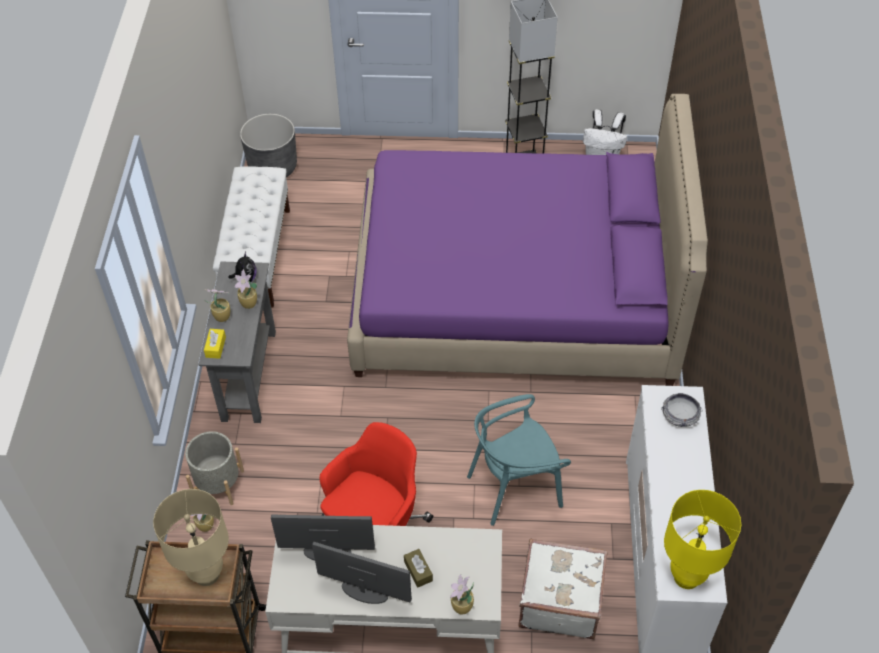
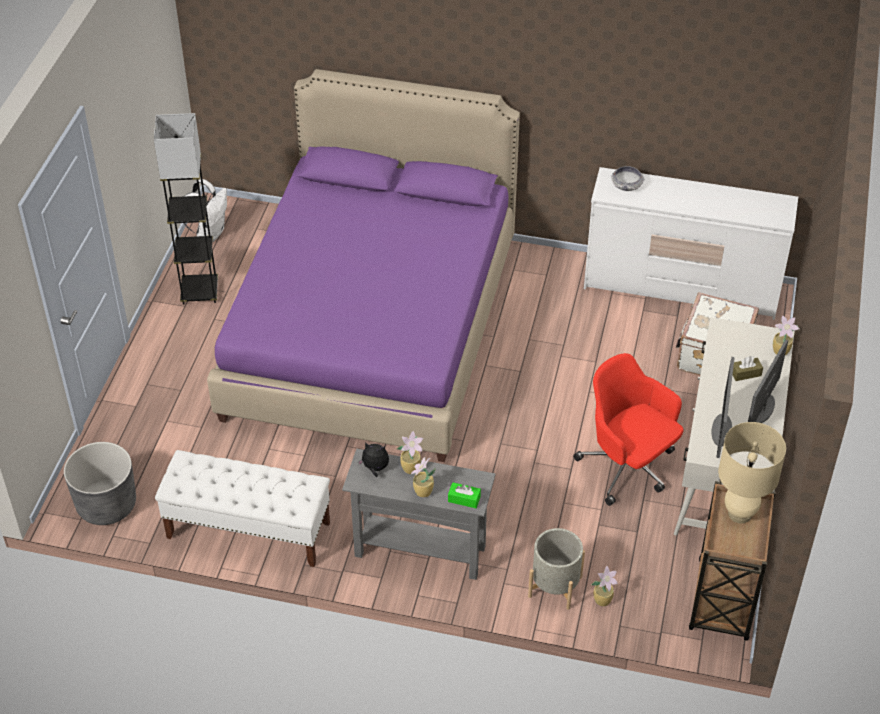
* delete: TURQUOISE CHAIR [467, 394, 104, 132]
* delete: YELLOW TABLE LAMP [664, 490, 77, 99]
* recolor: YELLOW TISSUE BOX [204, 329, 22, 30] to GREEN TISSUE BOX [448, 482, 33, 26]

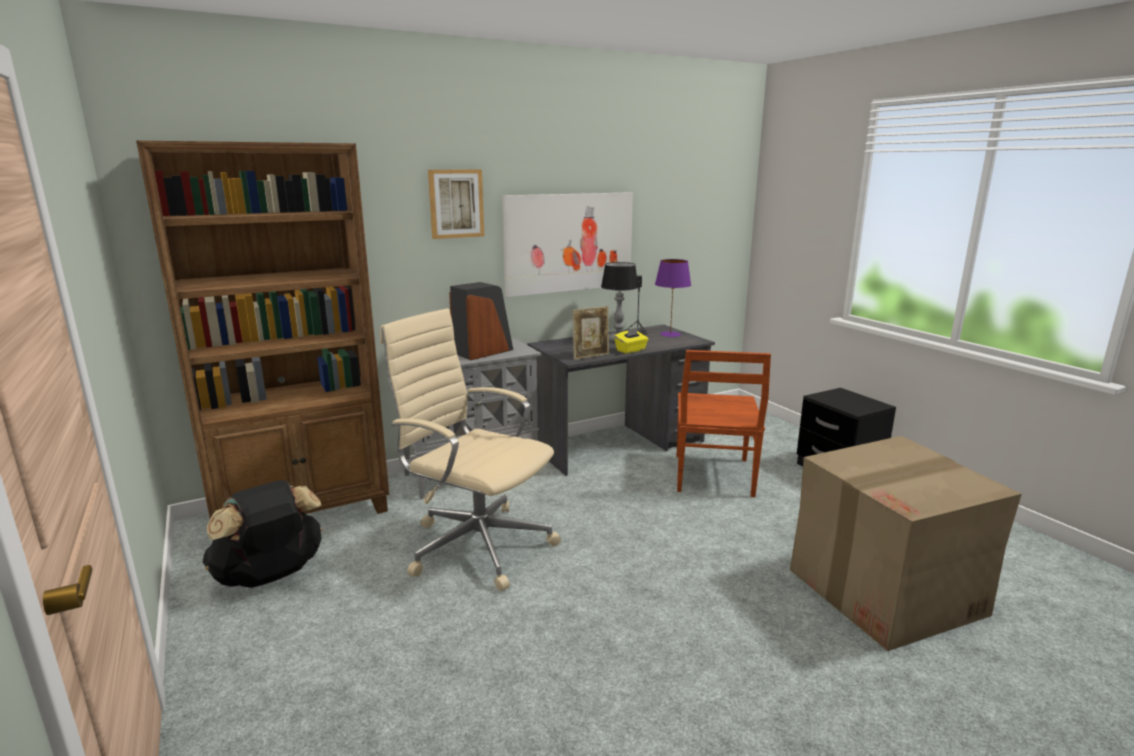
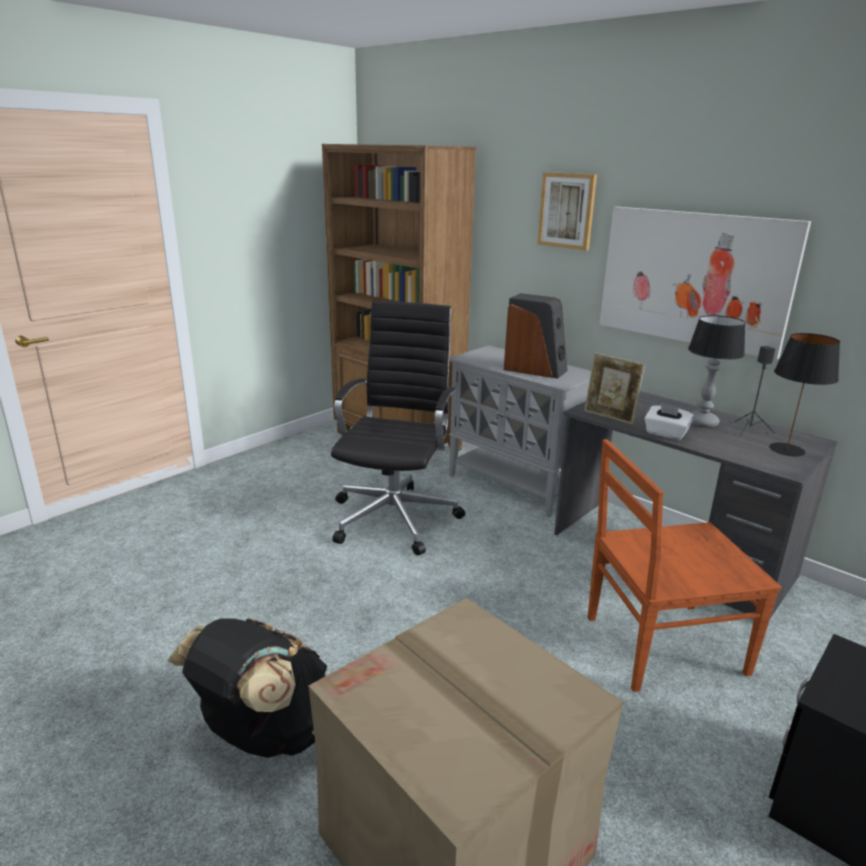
* move: BLACK BACKPACK [203, 480, 120, 108] to [167, 618, 160, 140]
* recolor: BEIGE OFFICE CHAIR [380, 308, 181, 283] to BLACK OFFICE CHAIR [331, 301, 134, 254]
* recolor: YELLOW TISSUE BOX [614, 327, 34, 27] to WHITE TISSUE BOX [644, 403, 50, 37]
* recolor: PURPLE TABLE LAMP [655, 259, 36, 78] to BLACK TABLE LAMP [769, 333, 71, 123]

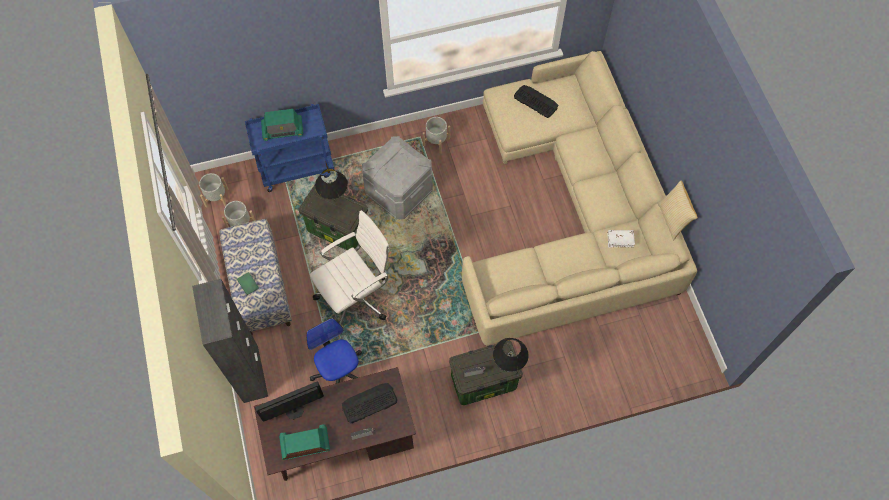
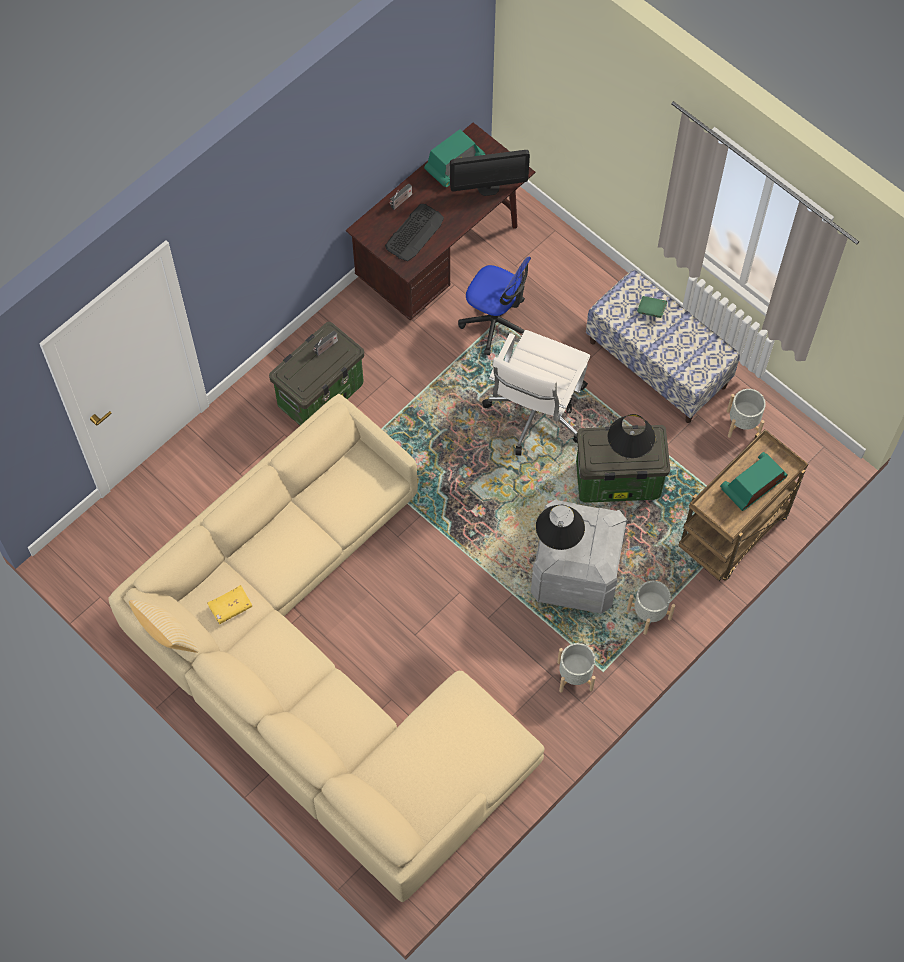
* delete: BLACK CABINET [192, 279, 76, 124]
* delete: KEYBOARD [514, 85, 44, 33]
* move: GREY PLANTER [199, 173, 30, 35] to [627, 580, 48, 55]
* move: BLACK TABLE LAMP [493, 338, 36, 34] to [536, 505, 49, 45]
* recolor: BLUE CART [245, 104, 89, 88] to BROWN CART [678, 429, 130, 152]
* recolor: WHITE BOOK [607, 230, 28, 17] to YELLOW BOOK [207, 585, 45, 39]
* rotate: MONITOR [255, 382, 69, 39] = [450, 150, 80, 46] 45 degrees clockwise

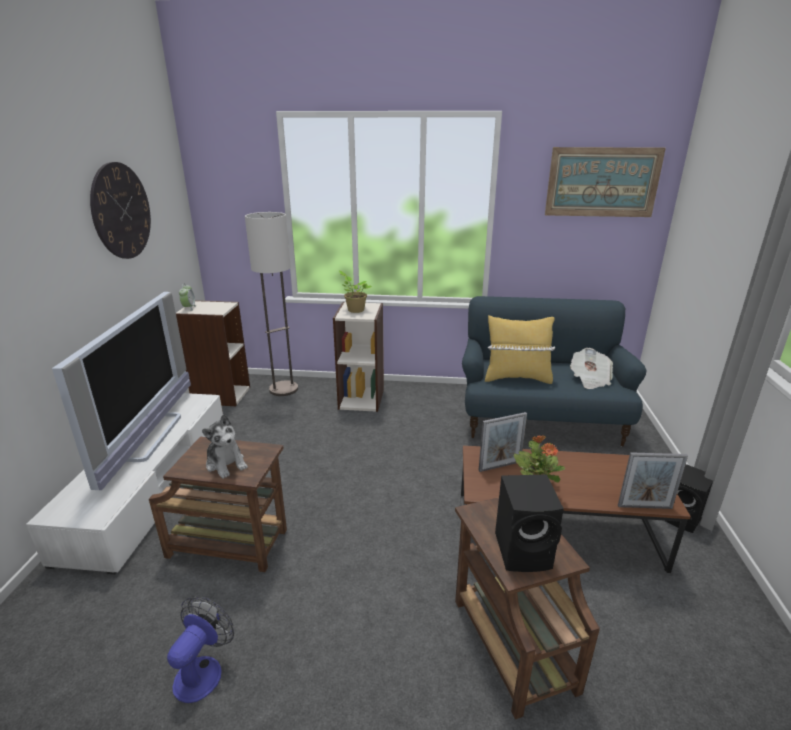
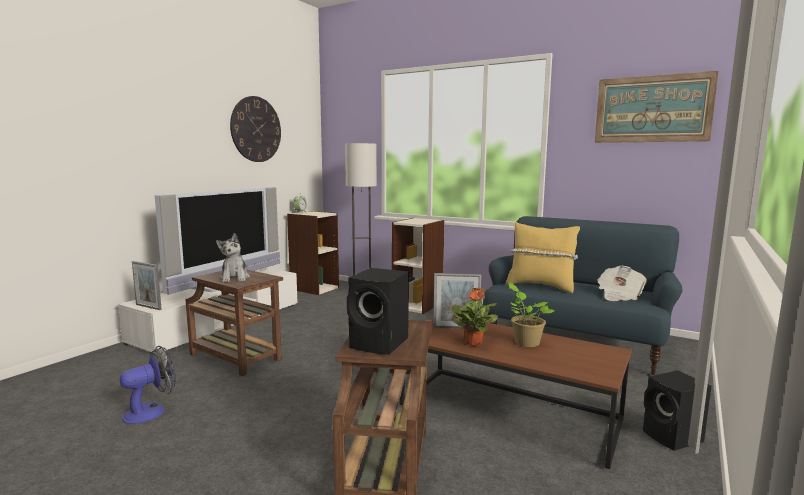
* move: POTTED PLANT [339, 270, 33, 43] to [508, 282, 46, 65]
* move: PICTURE FRAME [618, 452, 70, 57] to [132, 261, 30, 49]

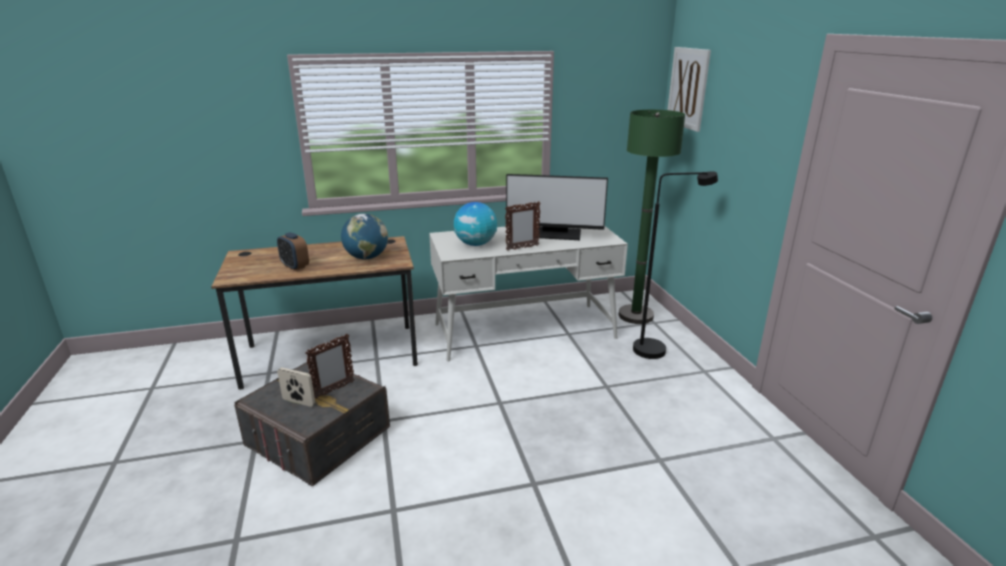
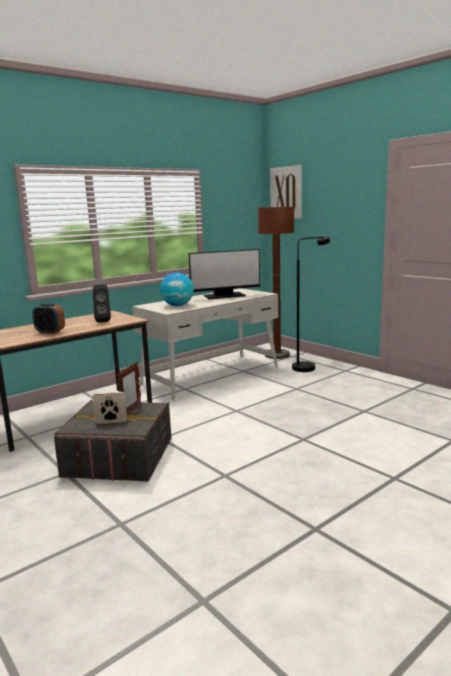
* delete: PICTURE FRAME [505, 201, 36, 50]
* replace: GLOBE [341, 214, 47, 45] to BLACK SPEAKER [93, 284, 18, 38]
* recolor: GREEN FLOOR LAMP [618, 110, 67, 214] to BROWN FLOOR LAMP [258, 207, 36, 152]

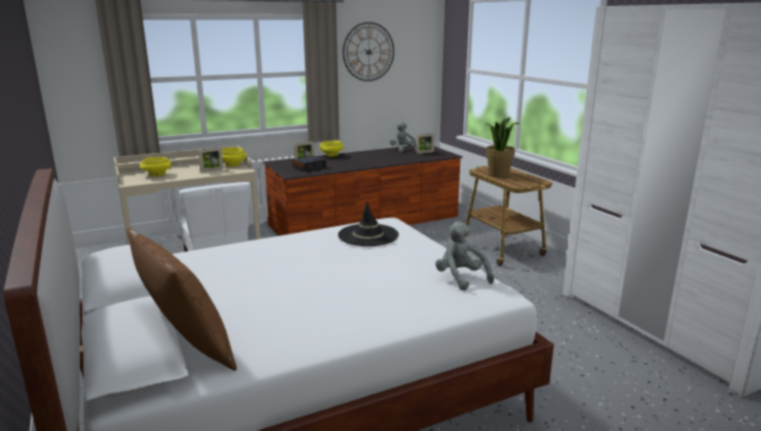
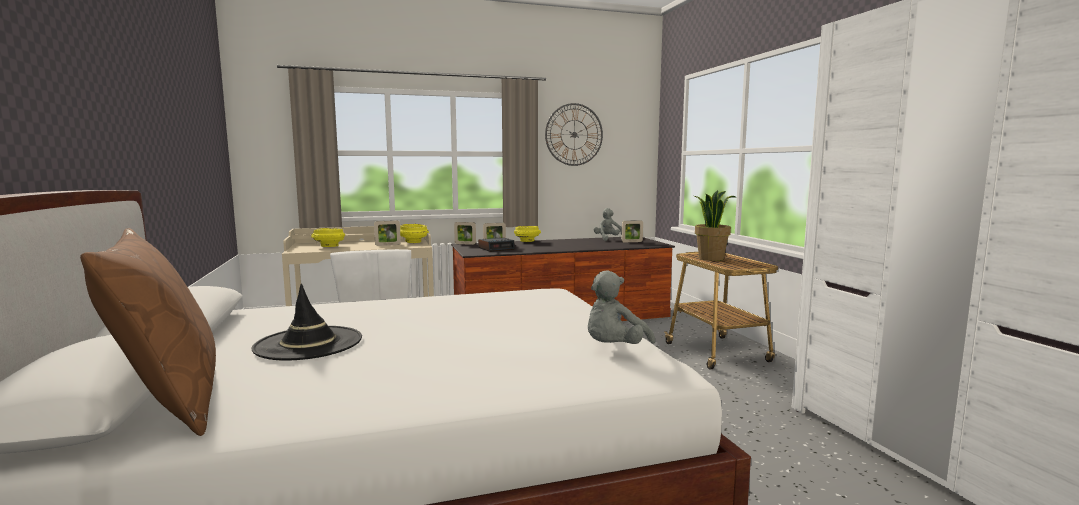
* insert: PICTURE FRAME [454, 222, 22, 23]
* move: BLACK HAT [338, 201, 61, 45] to [252, 284, 110, 77]
* rotate: GREY PLUSH TOY [435, 222, 59, 69] = [588, 270, 67, 74] 120 degrees counterclockwise

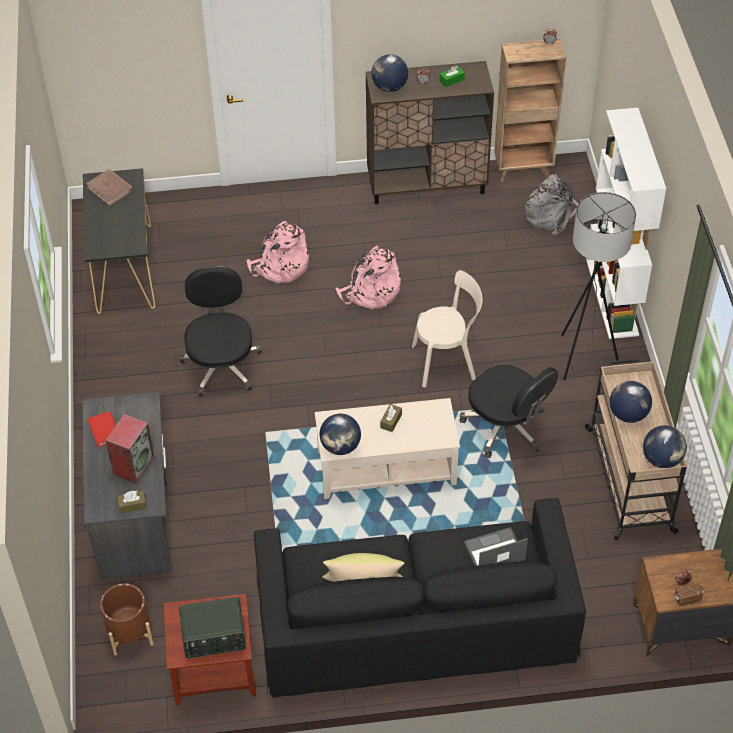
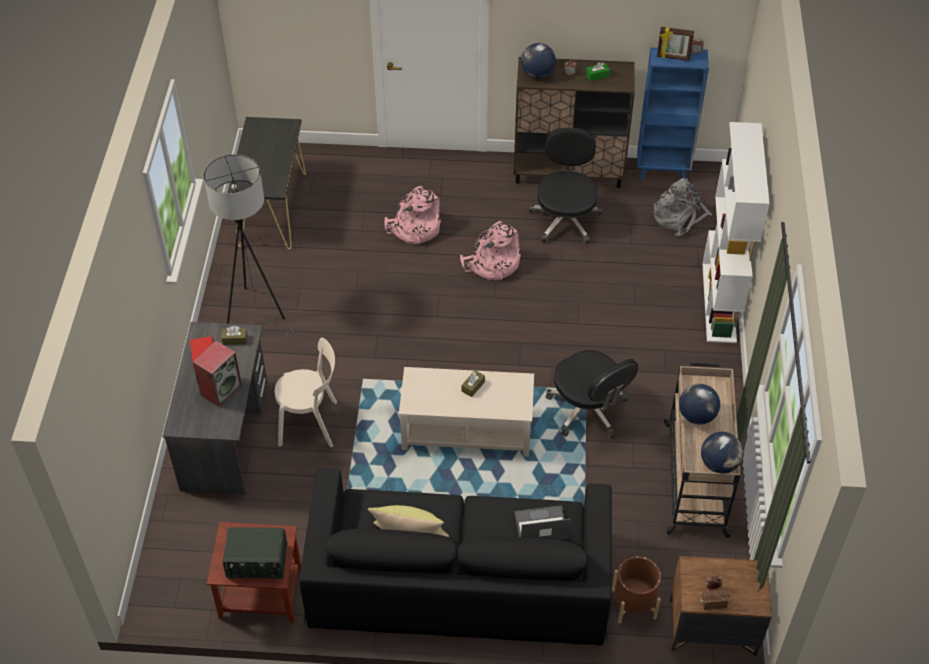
* delete: BROWN BOOK [86, 169, 47, 37]
* delete: GLOBE [320, 414, 41, 41]
* insert: PICTURE FRAME [657, 27, 37, 34]
* move: BROWN PLANTER [100, 583, 54, 73] to [612, 556, 49, 67]
* move: BROWN TISSUE BOX [117, 491, 30, 22] to [222, 326, 25, 19]
* move: BLACK OFFICE CHAIR [180, 266, 82, 130] to [529, 128, 73, 116]
* move: BEIGE CHAIR [412, 270, 70, 118] to [275, 338, 62, 109]
* move: GREY FLOOR LAMP [561, 192, 75, 188] to [204, 154, 90, 183]
* recolor: BROWN BOOKCASE [494, 39, 72, 143] to BLUE BOOKCASE [637, 47, 72, 133]

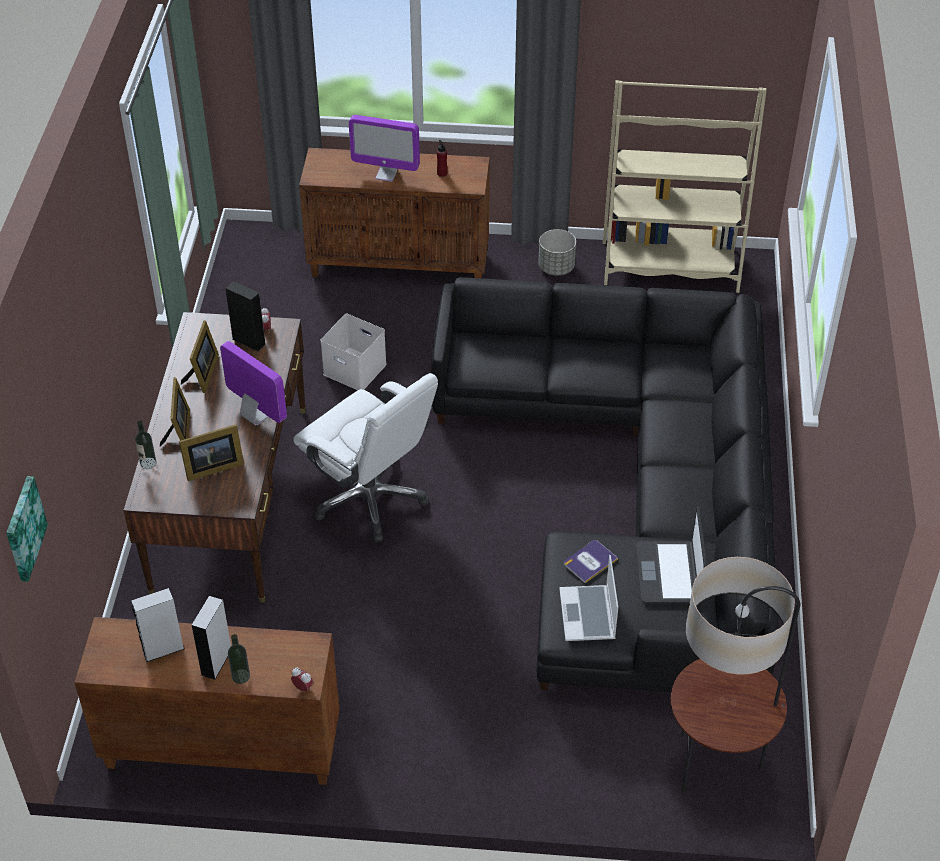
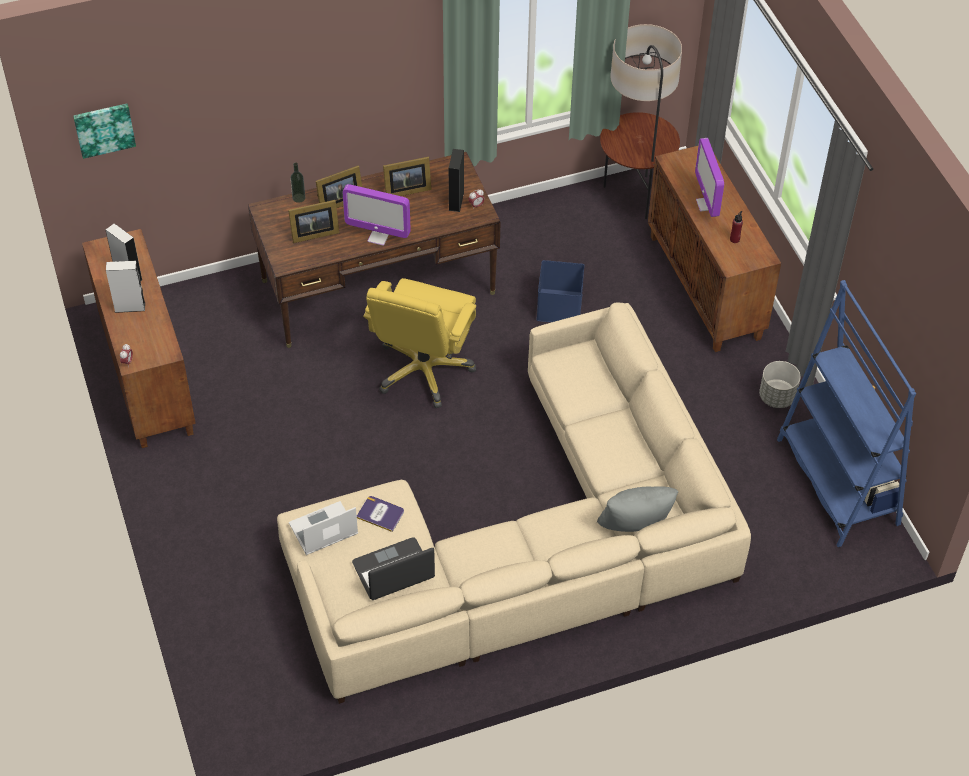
* delete: BOTTLE [228, 634, 22, 50]
* insert: GREY PILLOW [597, 486, 81, 46]
* move: FLOOR LAMP [671, 557, 129, 236] to [600, 24, 82, 195]
* recolor: WHITE OFFICE CHAIR [293, 373, 145, 169] to YELLOW OFFICE CHAIR [363, 278, 113, 130]
* recolor: WHITE STORAGE BOX [320, 314, 67, 76] to BLUE STORAGE BOX [537, 260, 47, 62]
* recolor: BLACK SOFA [431, 277, 348, 415] to BEIGE SOFA [277, 302, 474, 402]
* recolor: BEIGE BOOKCASE [603, 80, 164, 213] to BLUE BOOKCASE [777, 280, 139, 267]
* rotate: PICTURE FRAME [179, 424, 65, 57] = [288, 200, 51, 43] 60 degrees counterclockwise
* rotate: MONITOR [220, 341, 67, 84] = [343, 184, 67, 62] 90 degrees clockwise

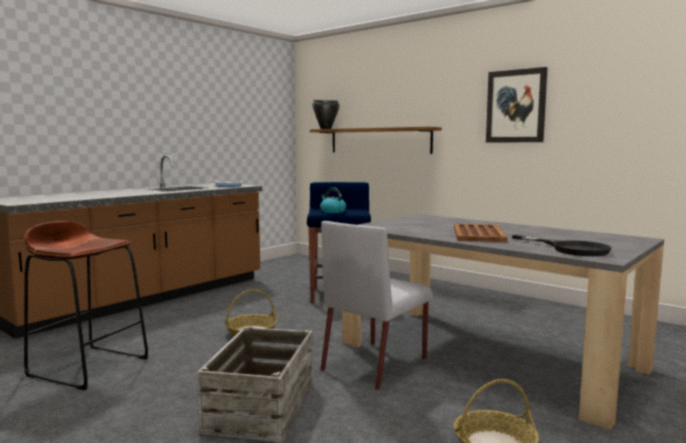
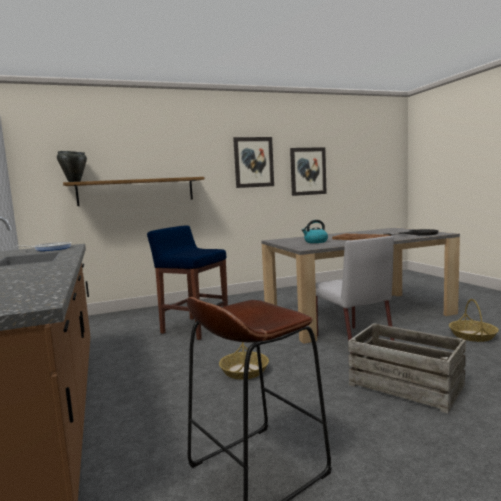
* insert: PICTURE [290, 147, 37, 49]
* move: KETTLE [320, 187, 26, 26] to [302, 220, 26, 23]

